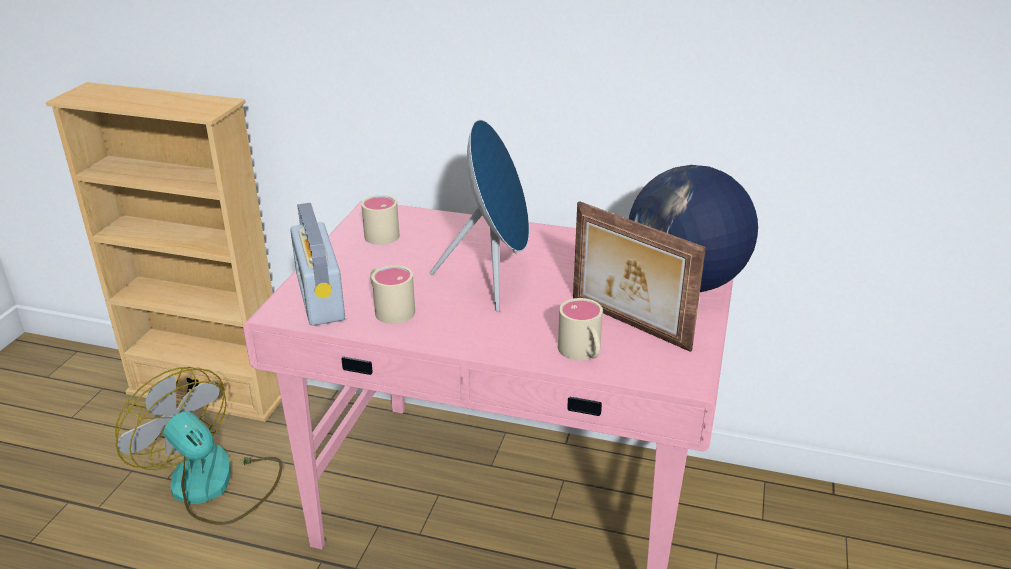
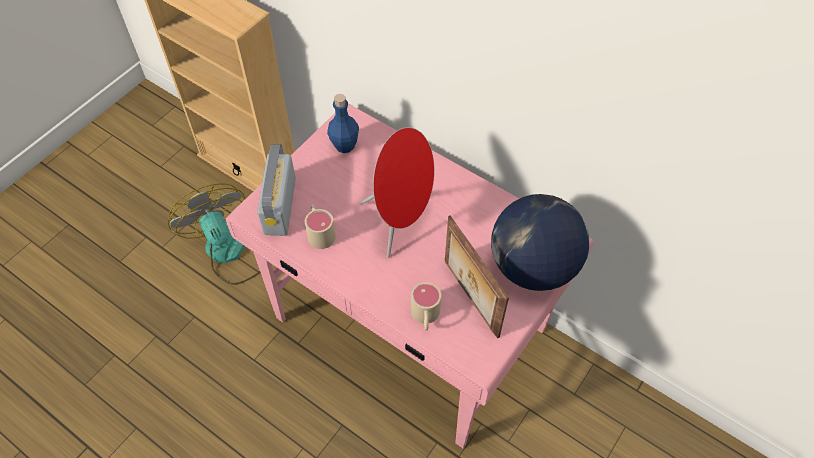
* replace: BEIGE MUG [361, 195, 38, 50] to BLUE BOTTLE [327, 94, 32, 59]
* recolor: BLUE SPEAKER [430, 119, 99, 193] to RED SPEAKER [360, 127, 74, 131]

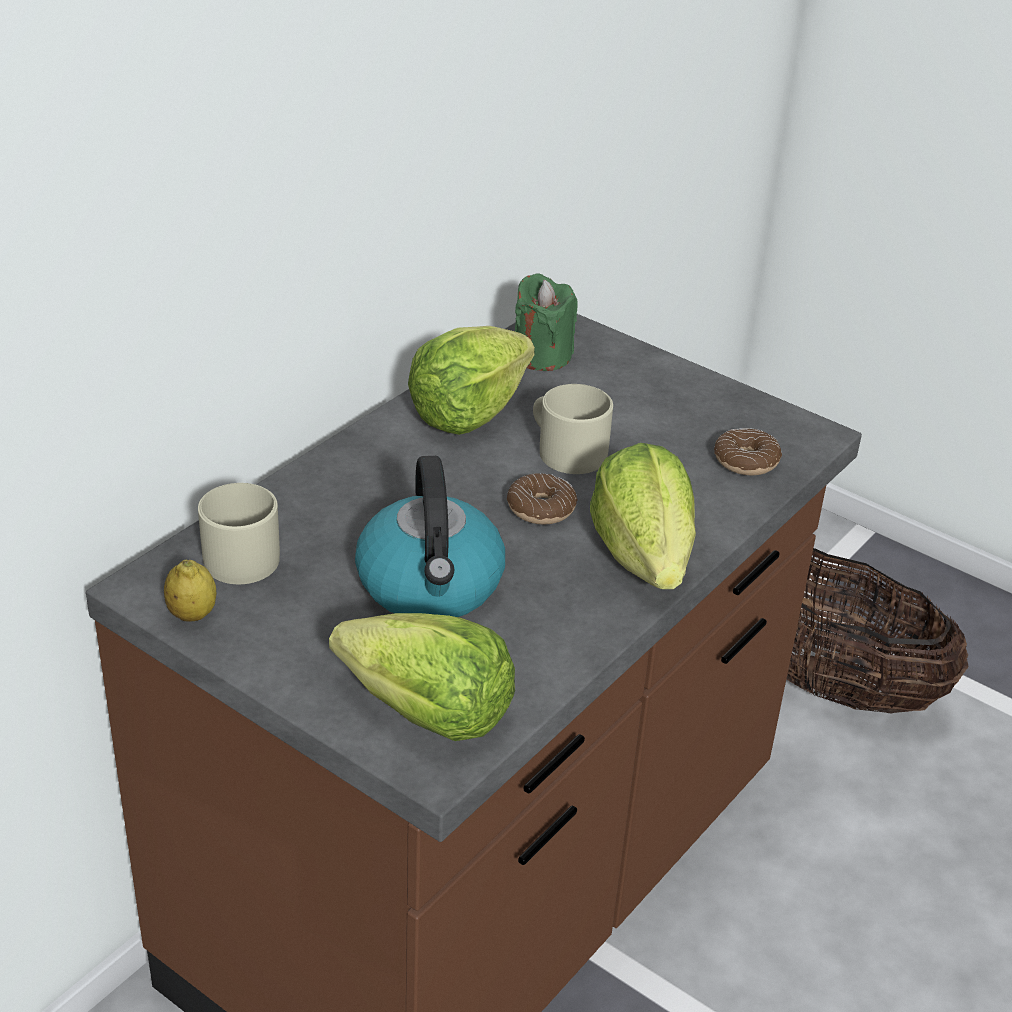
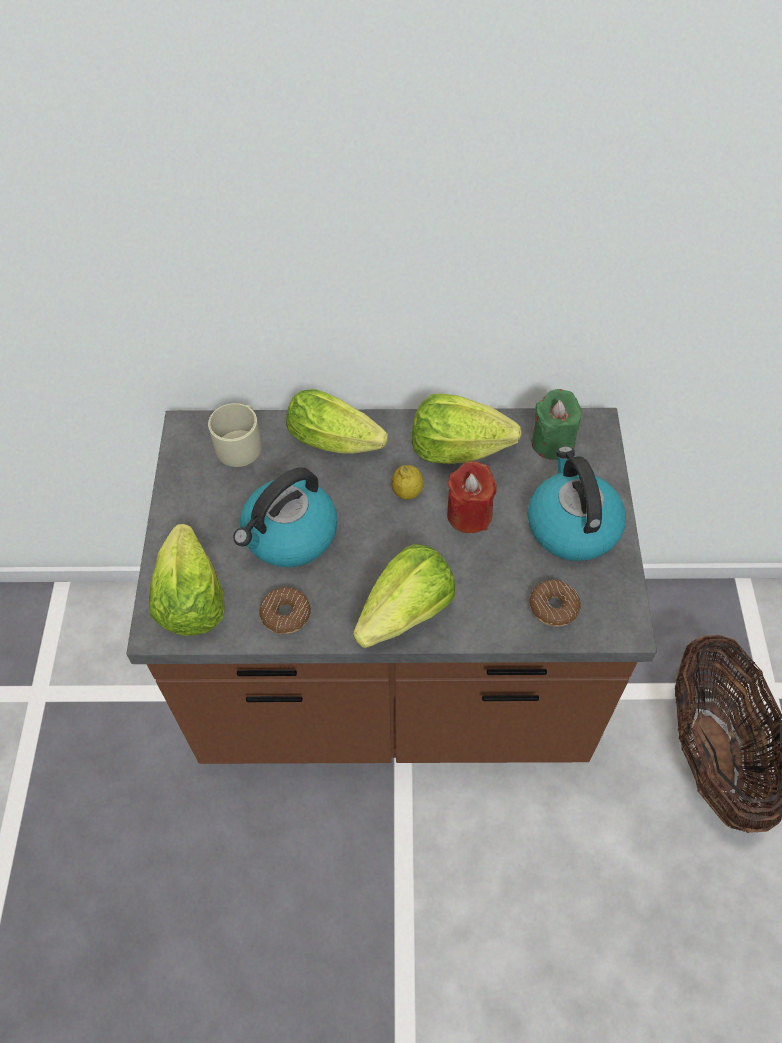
* insert: LETTUCE [286, 389, 102, 65]
* insert: KETTLE [527, 446, 99, 115]
* move: LEMON [164, 560, 52, 62] to [391, 465, 33, 35]
* move: DONUT [507, 473, 70, 52] to [259, 587, 52, 47]
* replace: BEIGE MUG [533, 384, 80, 90] to RED CANDLE [447, 461, 50, 72]

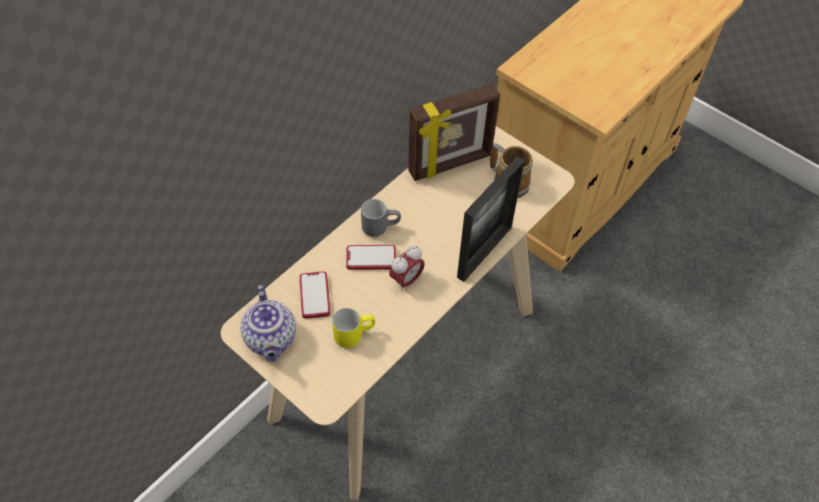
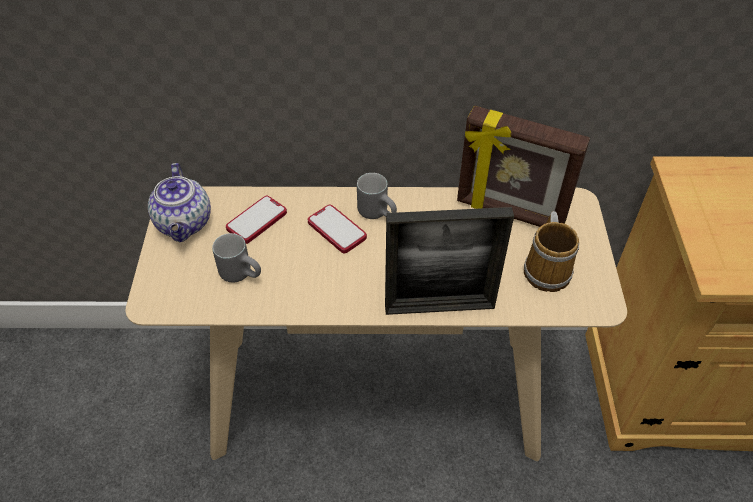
* delete: ALARM CLOCK [389, 246, 36, 45]
* recolor: YELLOW MUG [332, 308, 43, 40] to GREY MUG [212, 233, 49, 49]
* rotate: TEAPOT [240, 285, 56, 77] = [148, 163, 63, 79] 45 degrees counterclockwise

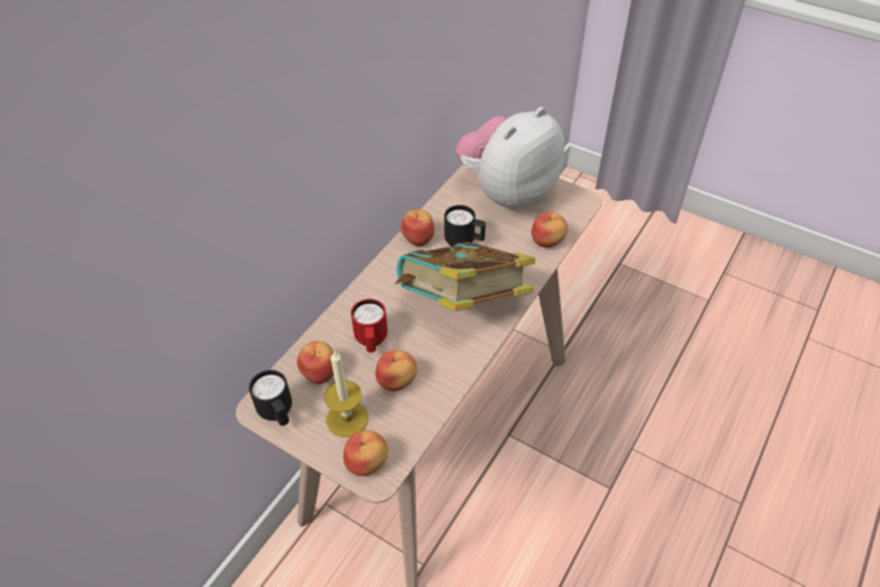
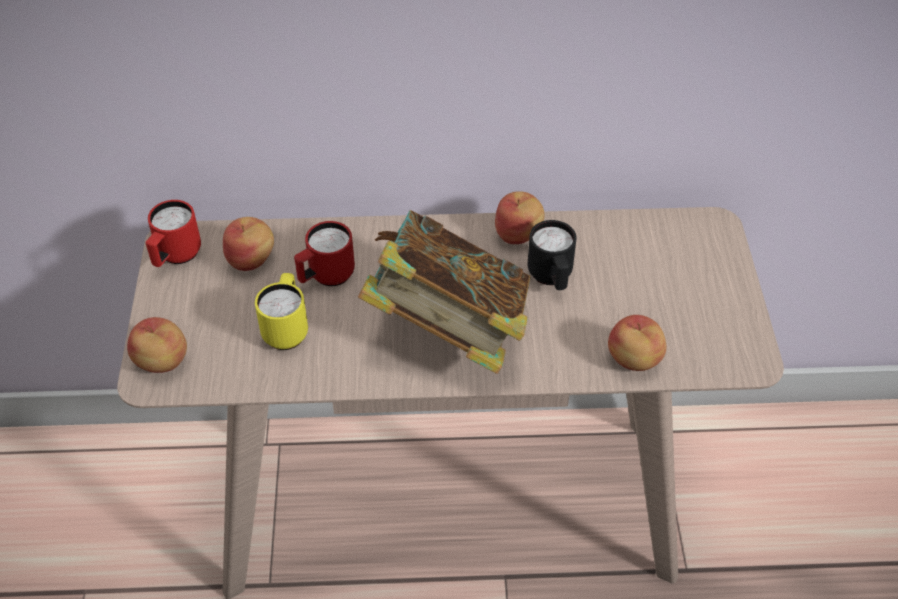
* delete: CANDLE [324, 350, 44, 87]
* delete: PLUSH TOY [455, 107, 110, 103]
* replace: APPLE [375, 350, 42, 41] to YELLOW MUG [255, 273, 53, 77]
* recolor: BLACK MUG [249, 370, 43, 56] to RED MUG [145, 200, 56, 67]

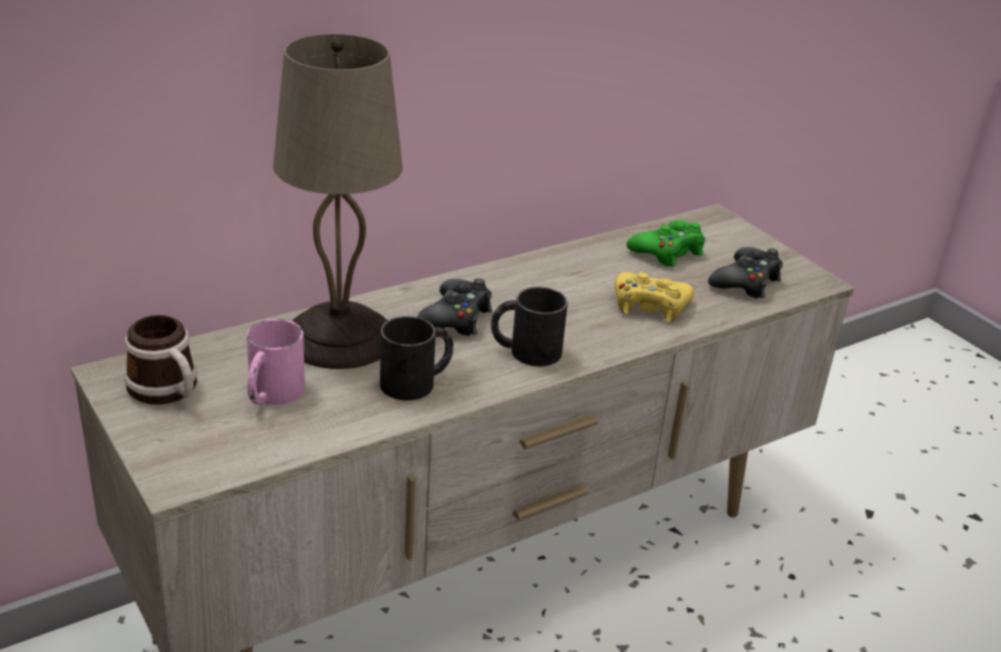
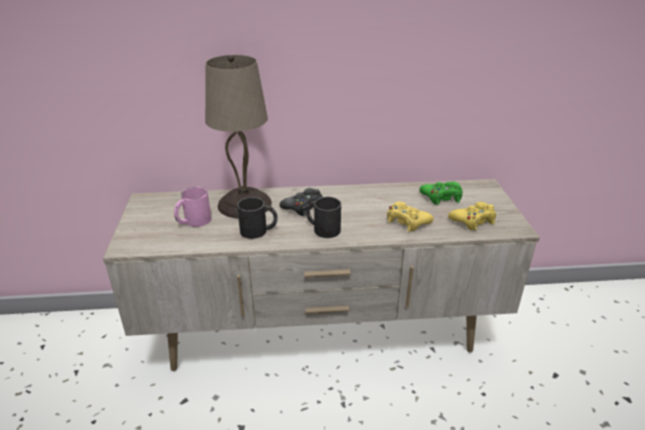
* delete: MUG [124, 315, 73, 90]
* recolor: BLACK GAME CONTROLLER [708, 247, 75, 51] to YELLOW GAME CONTROLLER [448, 202, 49, 29]

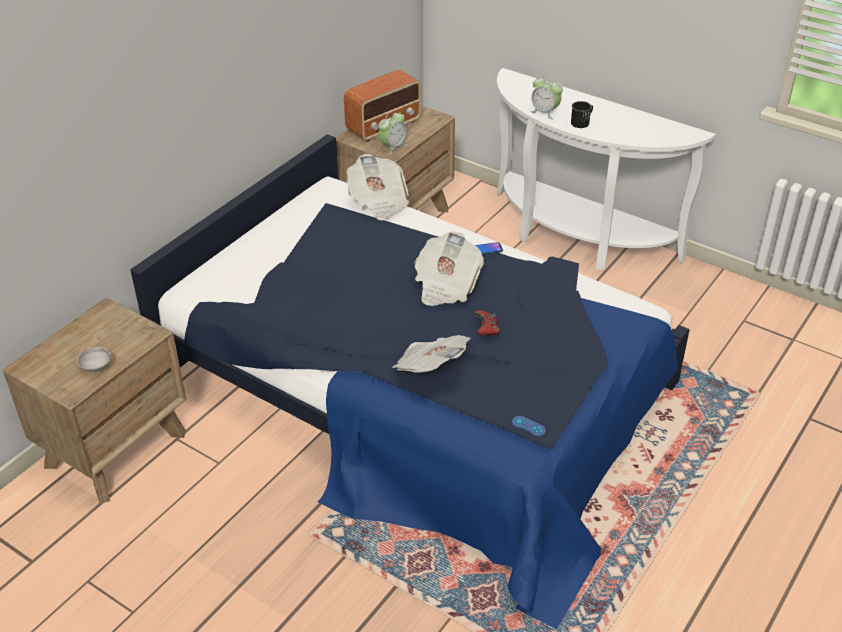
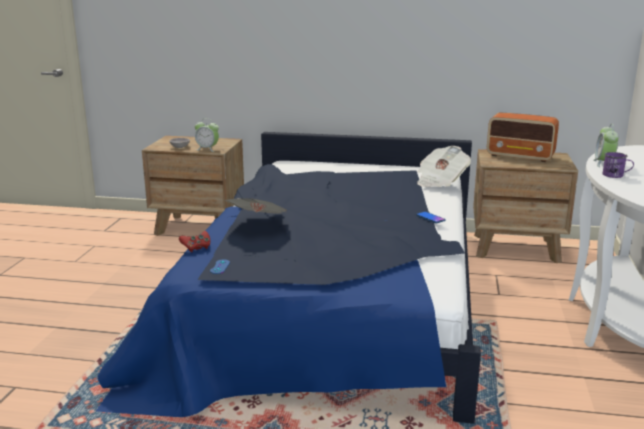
* delete: NEWSPAPER [414, 232, 70, 74]
* move: ALARM CLOCK [378, 111, 29, 44] to [195, 118, 24, 34]
* move: RED GAME CONTROLLER [474, 310, 26, 26] to [179, 231, 31, 21]
* recolor: BLACK MUG [571, 101, 22, 27] to PURPLE MUG [603, 152, 31, 26]

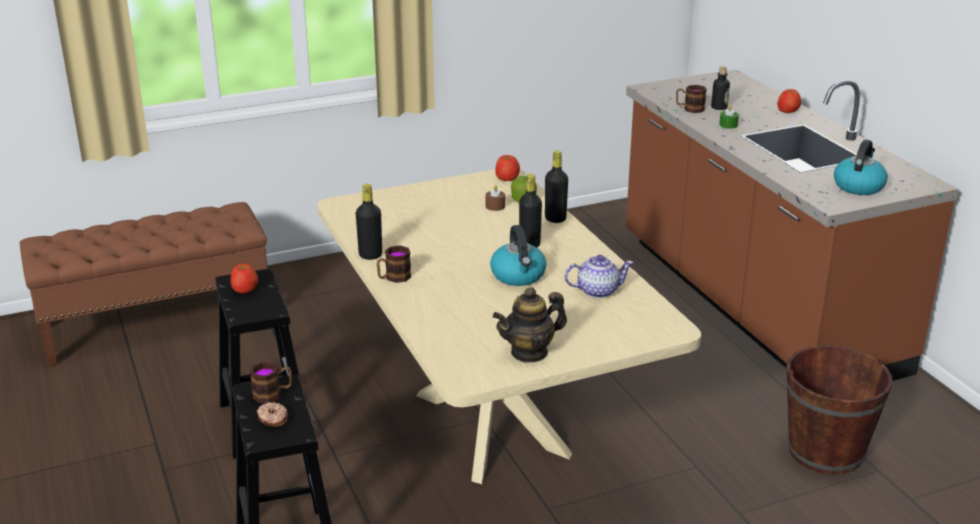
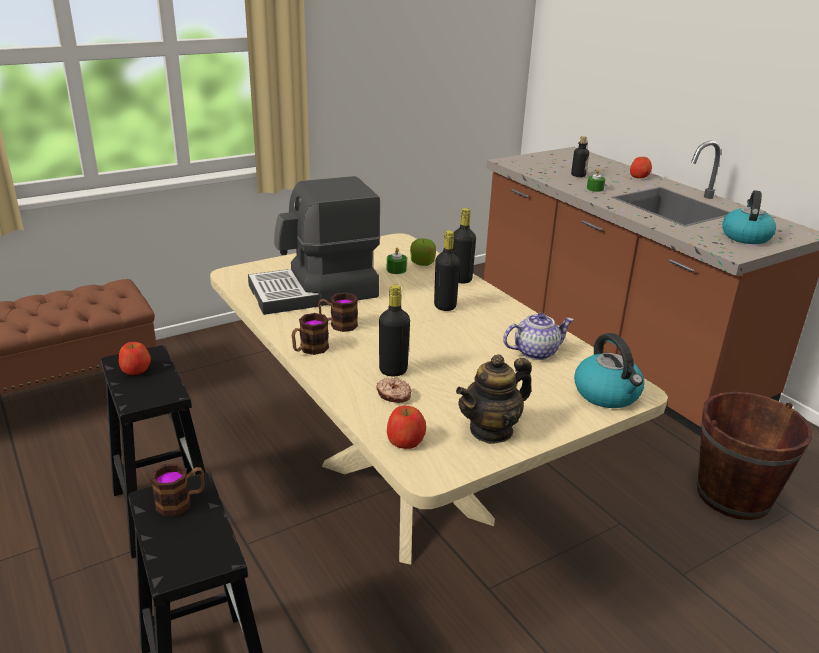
* insert: COFFEE MACHINE [248, 176, 133, 139]
* move: DONUT [257, 402, 31, 25] to [376, 377, 35, 26]
* move: BLACK BOTTLE [356, 184, 26, 76] to [379, 285, 31, 91]
* move: KETTLE [490, 225, 57, 61] to [574, 333, 70, 75]
* move: APPLE [495, 155, 25, 26] to [387, 406, 39, 43]
* move: MUG [676, 85, 31, 28] to [318, 293, 40, 39]
* recolor: BROWN CANDLE [486, 185, 19, 26] to GREEN CANDLE [387, 248, 20, 26]

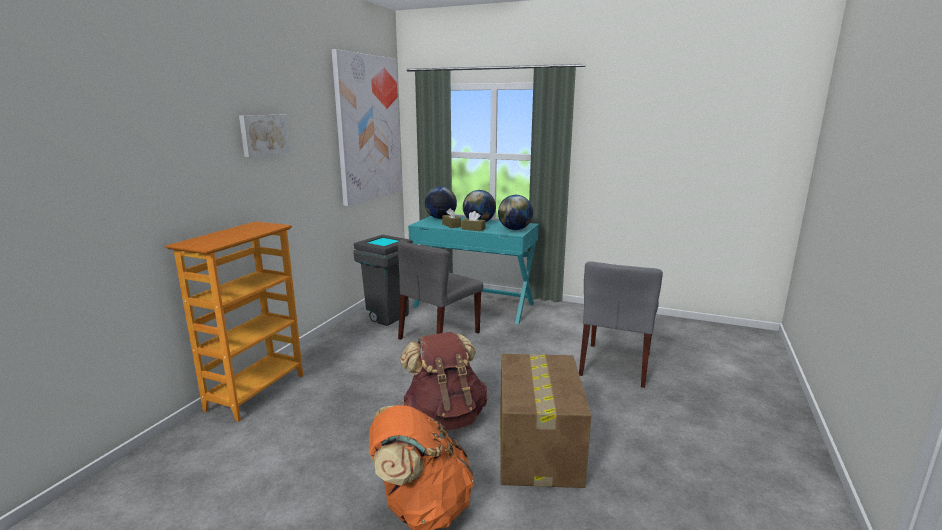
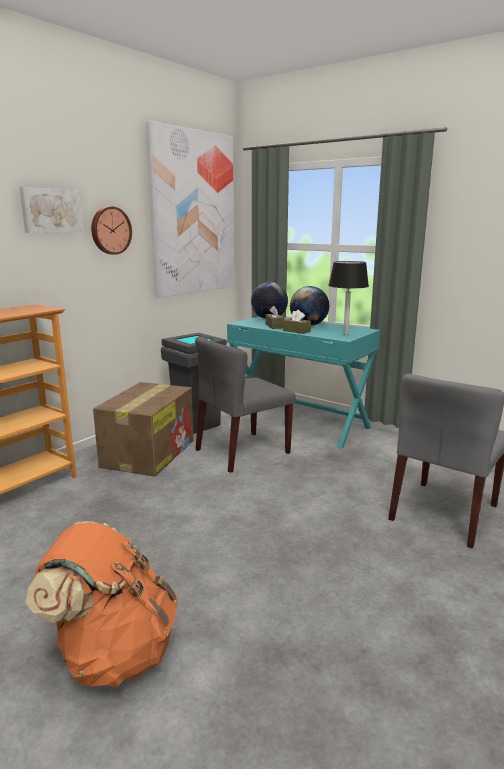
* delete: BROWN BACKPACK [400, 332, 87, 99]
* insert: WALL CLOCK [91, 206, 41, 49]
* move: CARDBOARD BOX [500, 354, 91, 134] to [93, 382, 101, 95]
* replace: GLOBE [498, 195, 35, 35] to BLACK TABLE LAMP [328, 261, 41, 74]

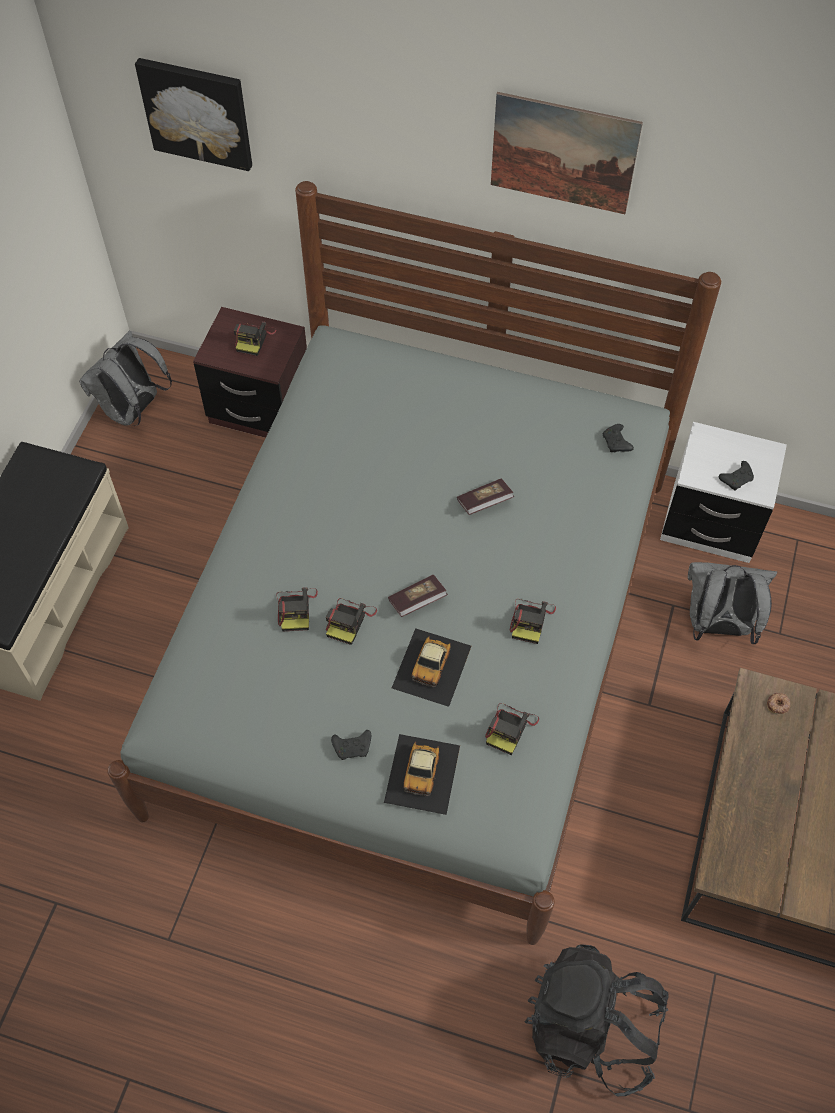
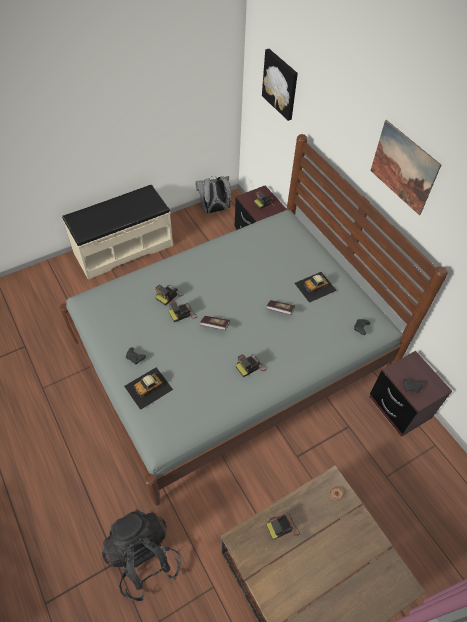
* delete: GREY BACKPACK [688, 562, 89, 82]
* move: TOY CAR [392, 628, 79, 79] to [295, 272, 42, 31]
* move: PHOTO CAMERA [485, 703, 54, 52] to [266, 512, 34, 27]
* recolor: WHITE NIGHTSTAND [660, 422, 127, 141] to BROWN NIGHTSTAND [369, 351, 83, 86]

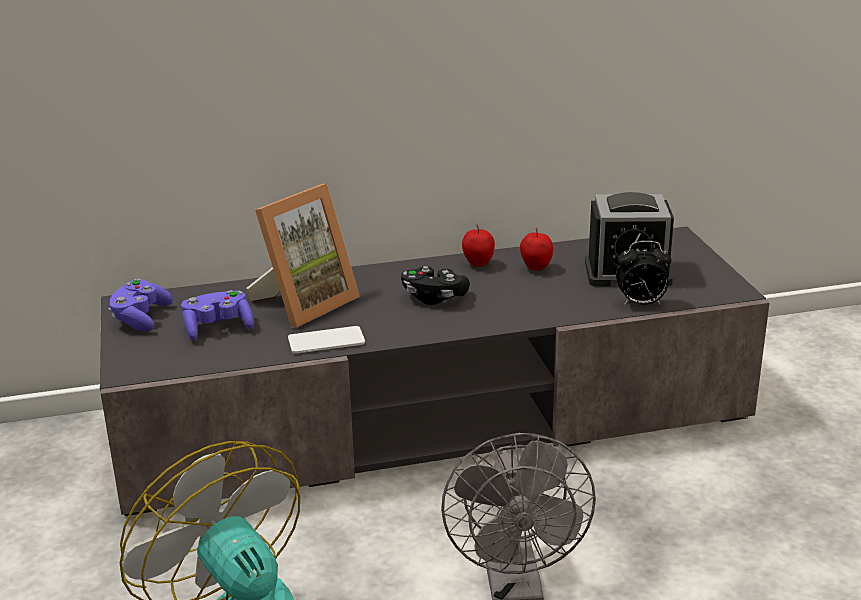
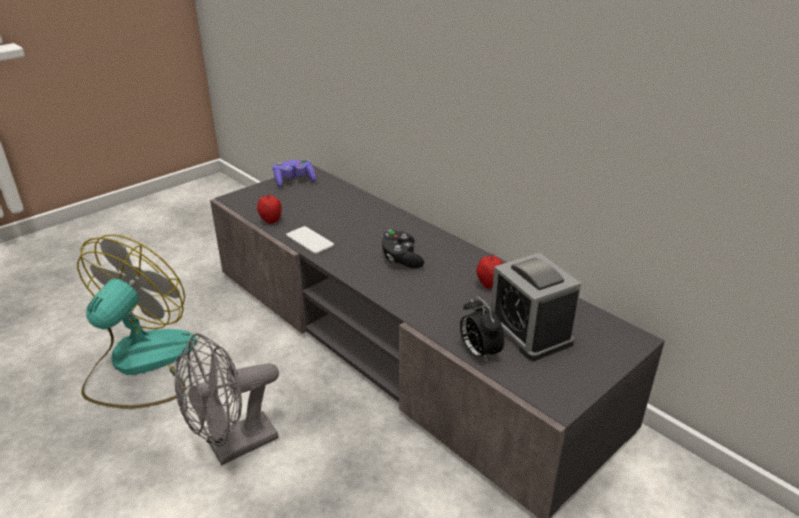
* delete: PURPLE GAME CONTROLLER [181, 290, 73, 51]
* delete: PICTURE FRAME [246, 183, 114, 144]
* move: APPLE [462, 224, 33, 43] to [257, 192, 25, 32]

